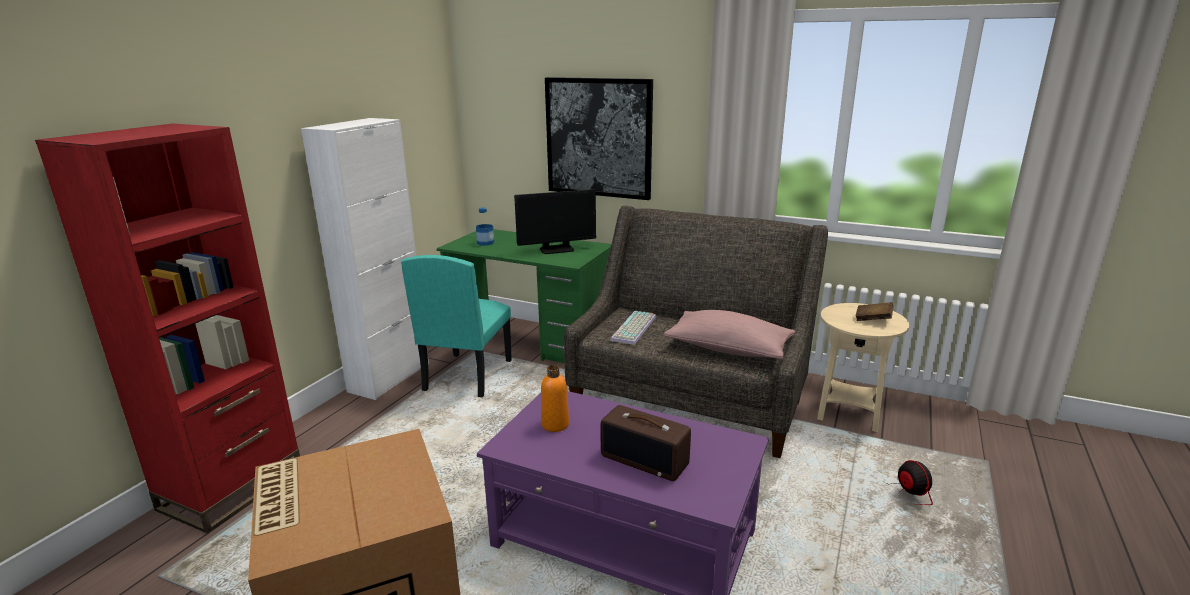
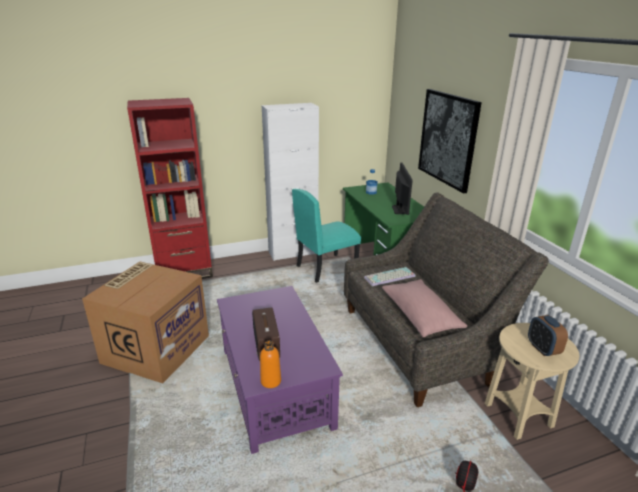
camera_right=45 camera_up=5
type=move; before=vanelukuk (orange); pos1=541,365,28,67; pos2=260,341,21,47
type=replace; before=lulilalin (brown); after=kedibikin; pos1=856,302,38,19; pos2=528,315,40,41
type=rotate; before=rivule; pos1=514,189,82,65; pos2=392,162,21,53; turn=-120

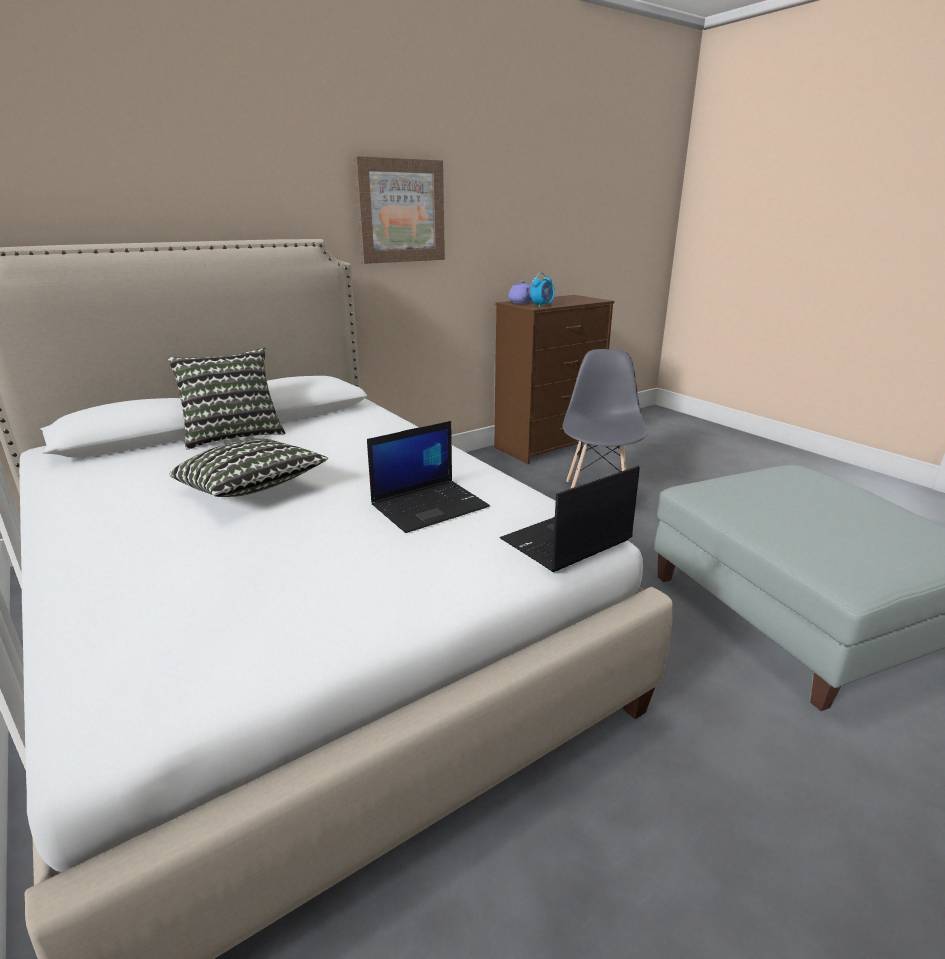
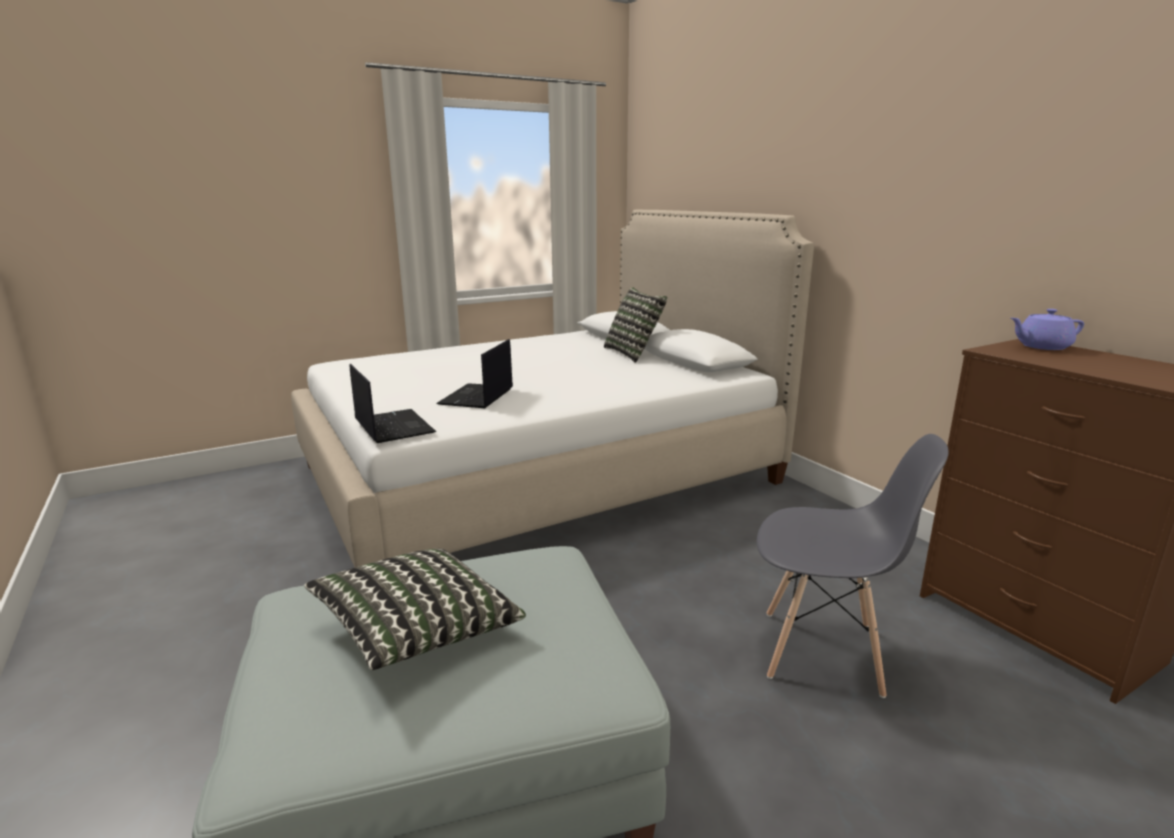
camera_right=95 camera_up=-5
type=delete; before=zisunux; pos1=354,156,91,108
type=delete; before=kedibikin; pos1=531,272,24,35
type=move; before=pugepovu; pos1=169,438,159,59; pos2=304,549,222,121
type=rotate; before=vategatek; pos1=367,421,123,112; pos2=436,339,77,69; turn=45

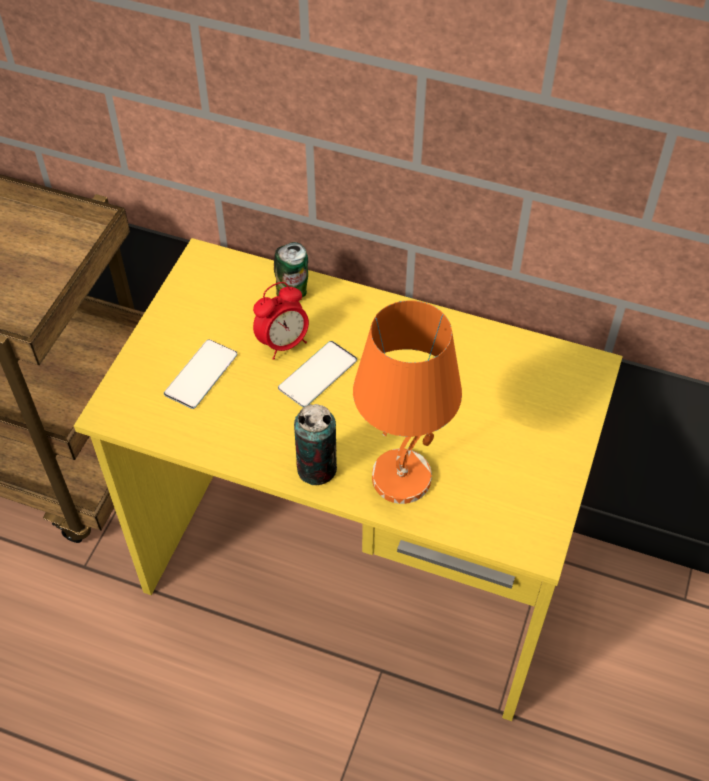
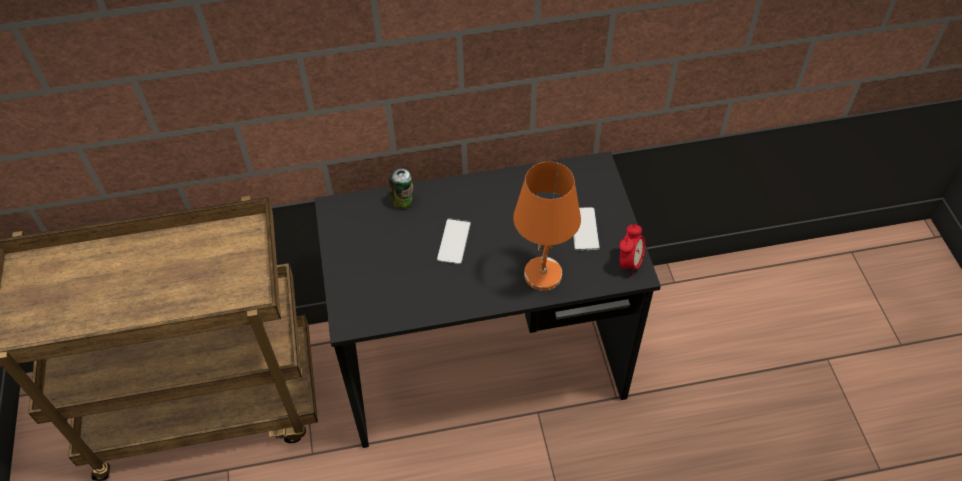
camera_right=-30 camera_up=0
type=delete; before=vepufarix; pos1=294,404,43,81
type=move; before=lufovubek; pos1=164,340,73,69; pos2=573,207,27,44
type=move; before=kedibikin; pos1=253,282,56,78; pos2=619,224,26,52
type=recolor; before=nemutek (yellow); after=nemutek (black); pos1=74,238,549,483; pos2=314,151,347,297

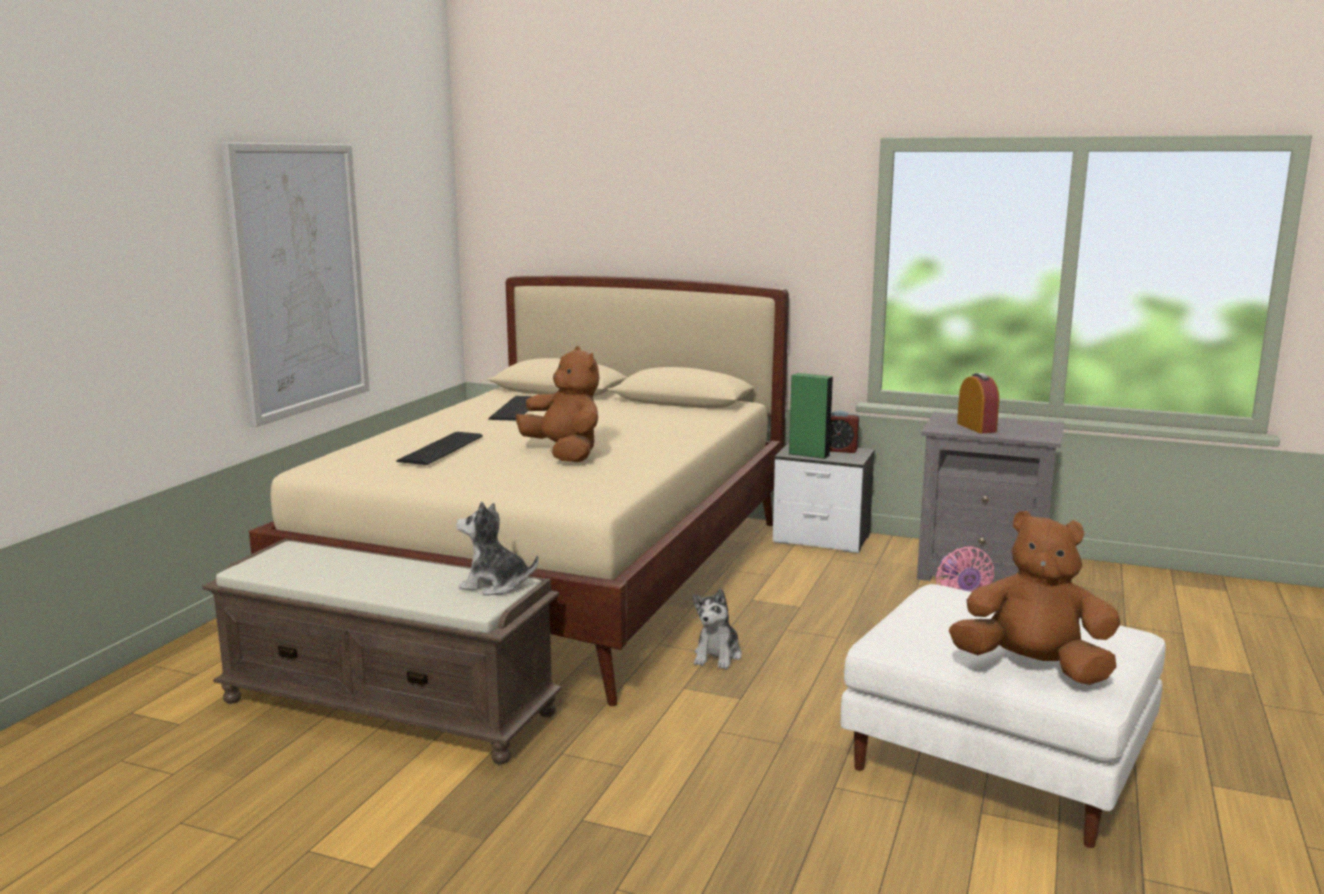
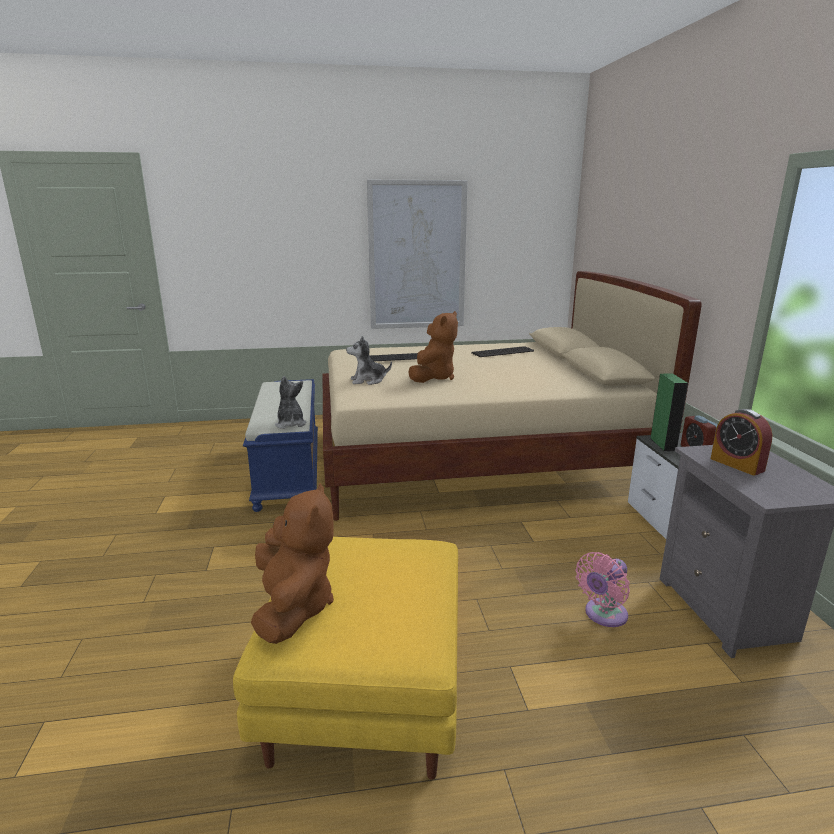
camera_right=60 camera_up=5
type=move; before=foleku; pos1=692,588,50,81; pos2=346,336,46,49
type=recolor; before=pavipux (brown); after=pavipux (blue); pos1=202,538,360,227; pos2=243,379,75,133
type=recolor; before=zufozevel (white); after=zufozevel (yellow); pos1=841,584,325,264; pos2=233,537,225,243
type=rotate; before=kedibikin; pos1=957,373,42,61; pos2=711,409,62,67; turn=105

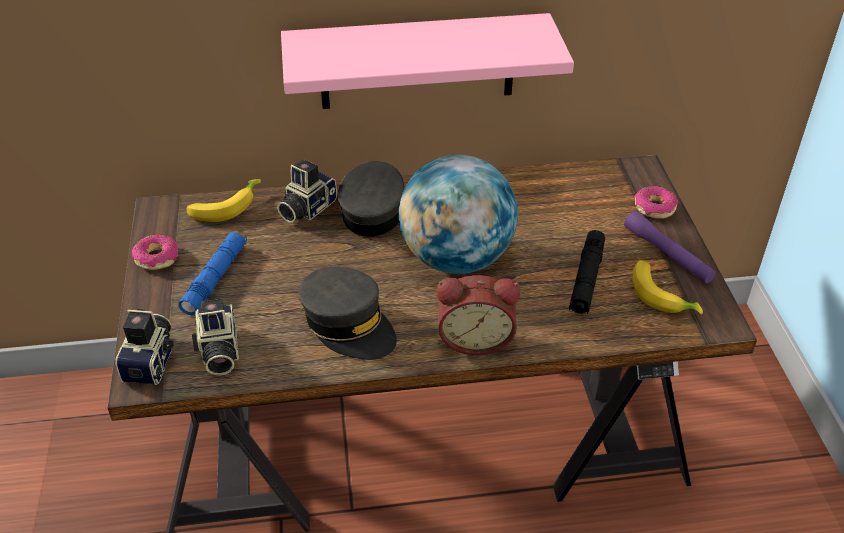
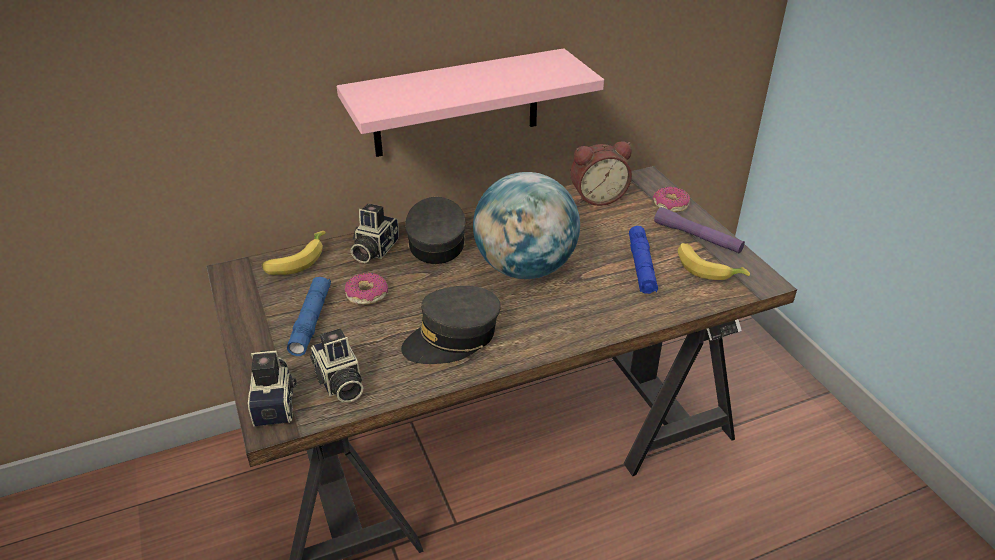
camera_right=-15 camera_up=-5
type=move; before=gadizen; pos1=132,234,46,36; pos2=345,273,43,32
type=move; before=kedibikin; pos1=437,275,83,80; pos2=570,141,62,65
type=recolor; before=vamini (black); after=vamini (blue); pos1=569,230,36,84; pos2=629,226,29,68
type=rotate; before=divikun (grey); pos1=299,267,98,93; pos2=401,286,100,78; turn=120

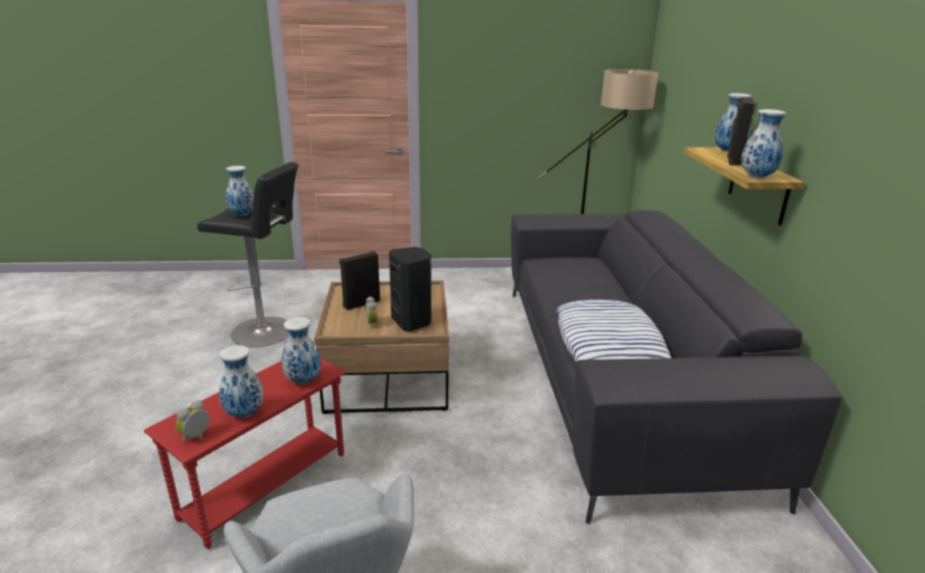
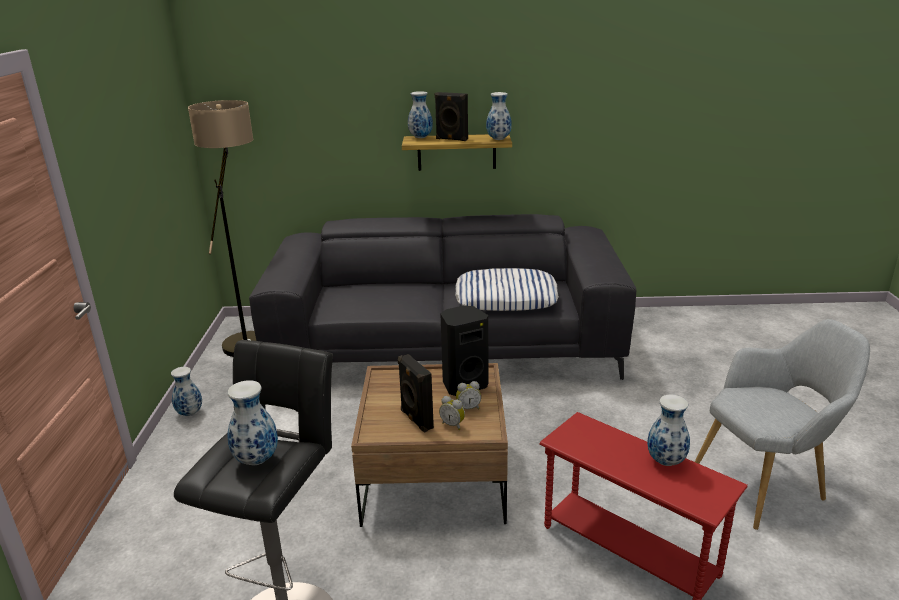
camera_right=-85 camera_up=0
type=move; before=kedibikin; pos1=176,400,33,43; pos2=439,396,26,34
type=move; before=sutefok; pos1=282,317,39,67; pos2=171,367,31,49

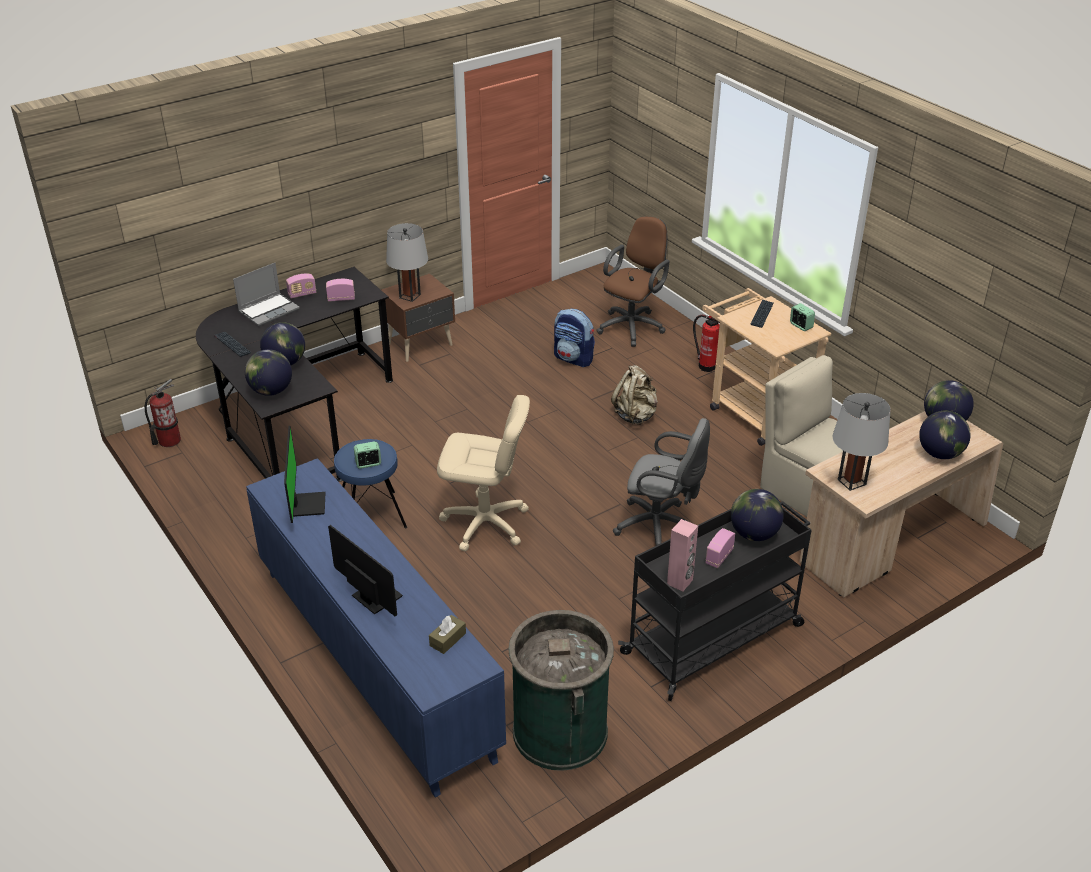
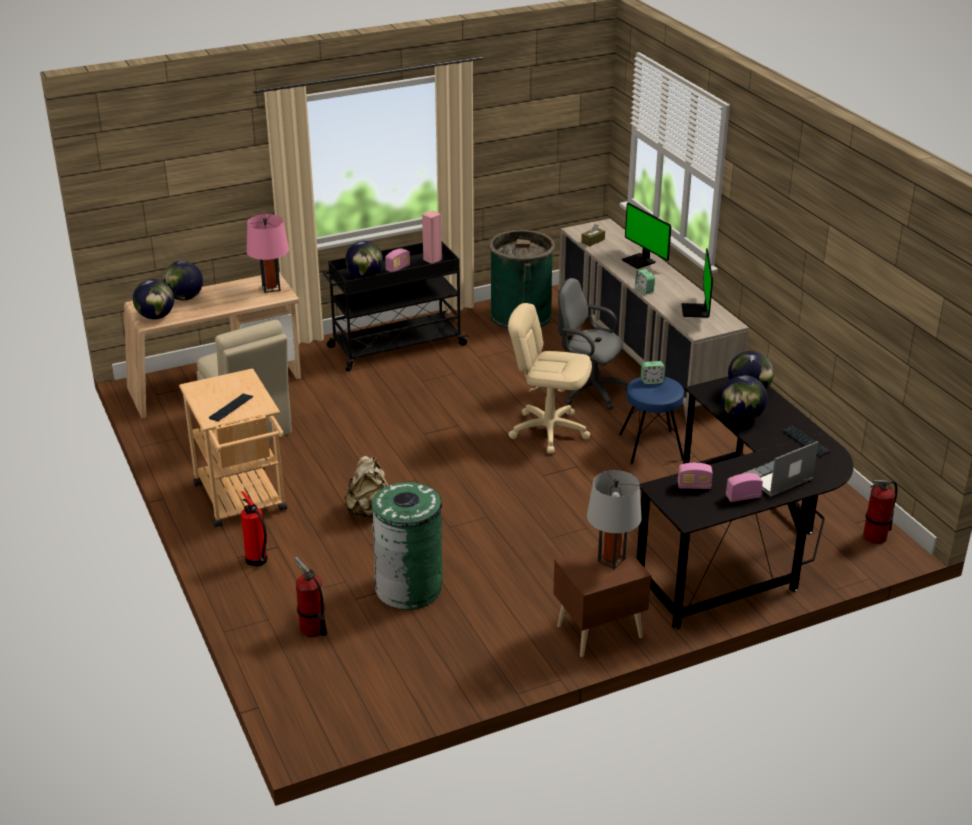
camera_right=-170 camera_up=-5
type=move; before=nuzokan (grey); pos1=613,418,97,128; pos2=558,278,71,132
type=move; before=kedibikin; pos1=790,303,25,28; pos2=635,269,20,25
type=replace; before=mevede; after=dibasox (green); pos1=554,309,41,58; pos2=372,482,71,128
type=replace; before=nuzokan (brown); after=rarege; pos1=596,216,74,131; pos2=295,557,32,80
type=recolor; before=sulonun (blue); after=sulonun (beige); pos1=246,458,260,340; pos2=559,219,190,204
type=recolor; before=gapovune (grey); after=gapovune (pink); pos1=832,393,59,98; pos2=247,214,42,79

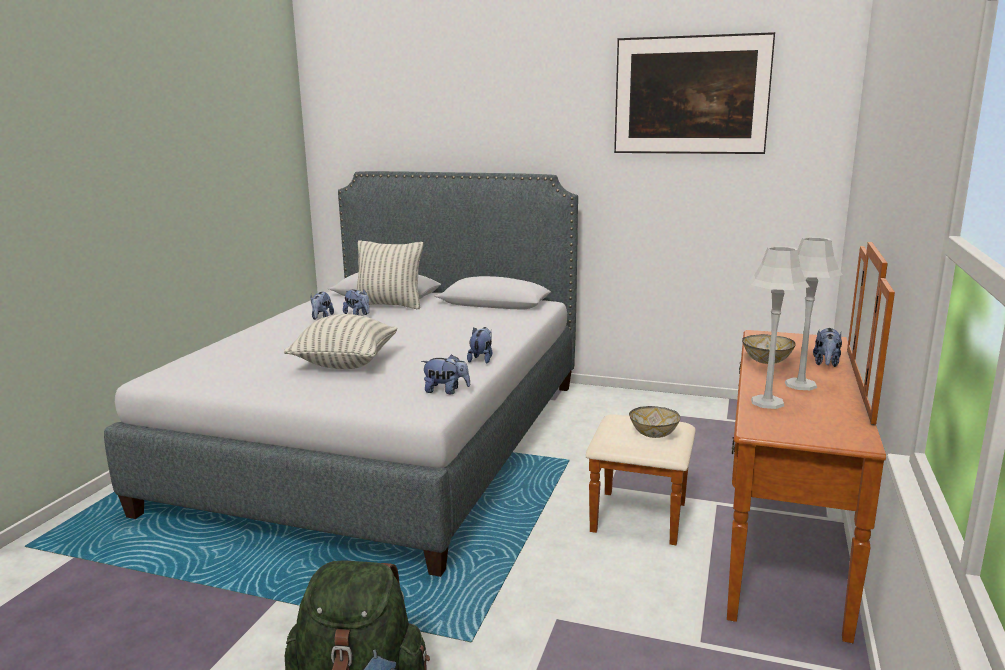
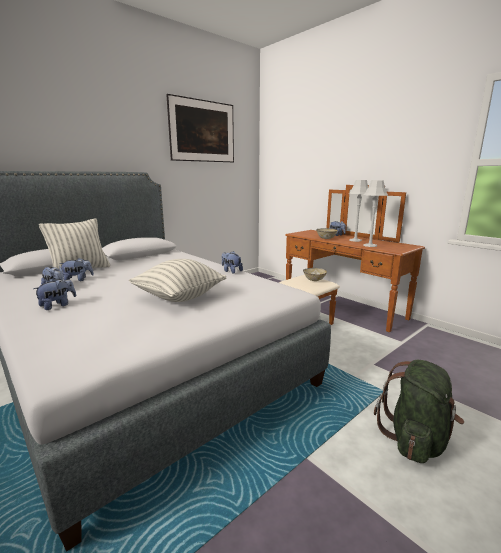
camera_right=-60 camera_up=0
type=move; before=foleku; pos1=421,354,49,40; pos2=33,278,43,32

